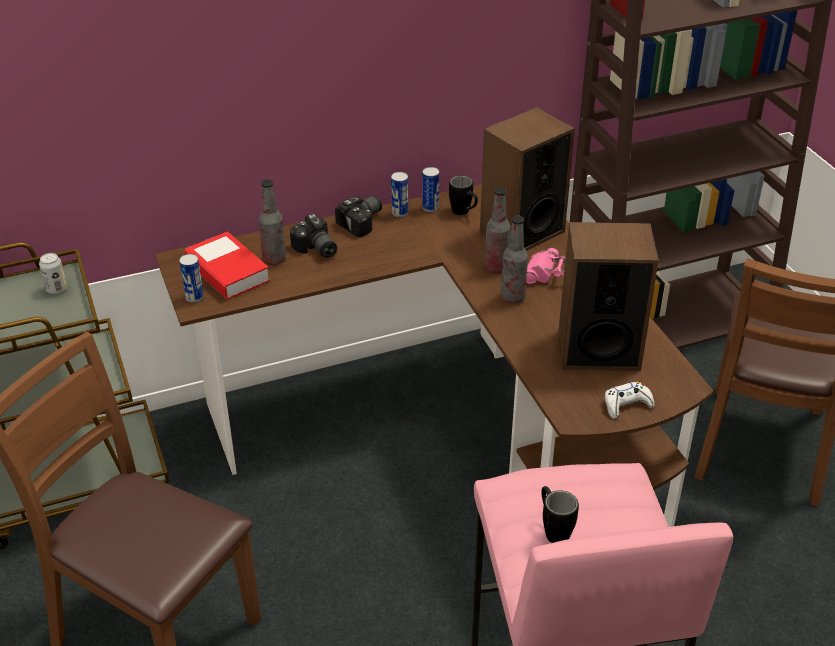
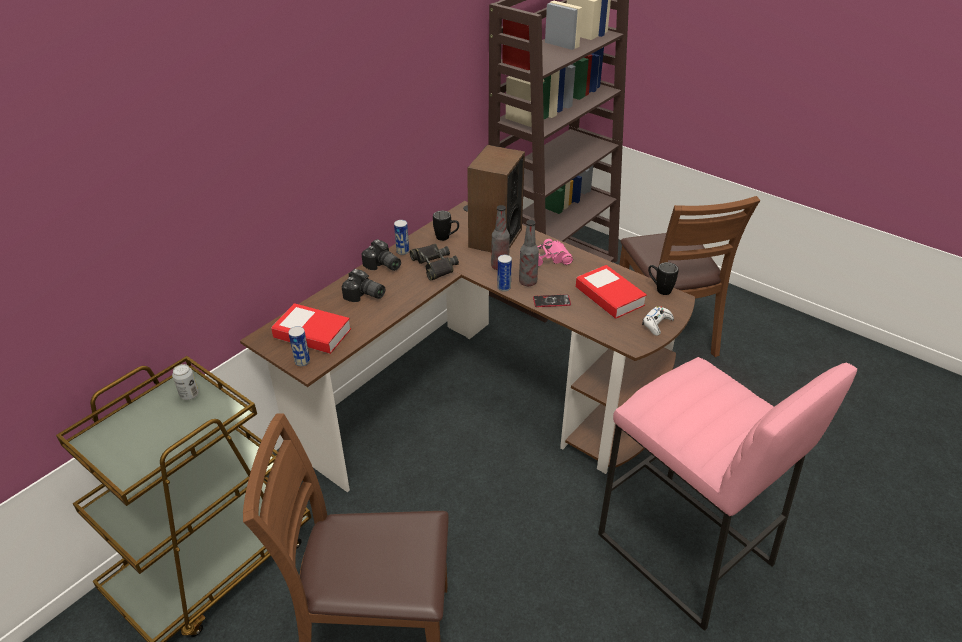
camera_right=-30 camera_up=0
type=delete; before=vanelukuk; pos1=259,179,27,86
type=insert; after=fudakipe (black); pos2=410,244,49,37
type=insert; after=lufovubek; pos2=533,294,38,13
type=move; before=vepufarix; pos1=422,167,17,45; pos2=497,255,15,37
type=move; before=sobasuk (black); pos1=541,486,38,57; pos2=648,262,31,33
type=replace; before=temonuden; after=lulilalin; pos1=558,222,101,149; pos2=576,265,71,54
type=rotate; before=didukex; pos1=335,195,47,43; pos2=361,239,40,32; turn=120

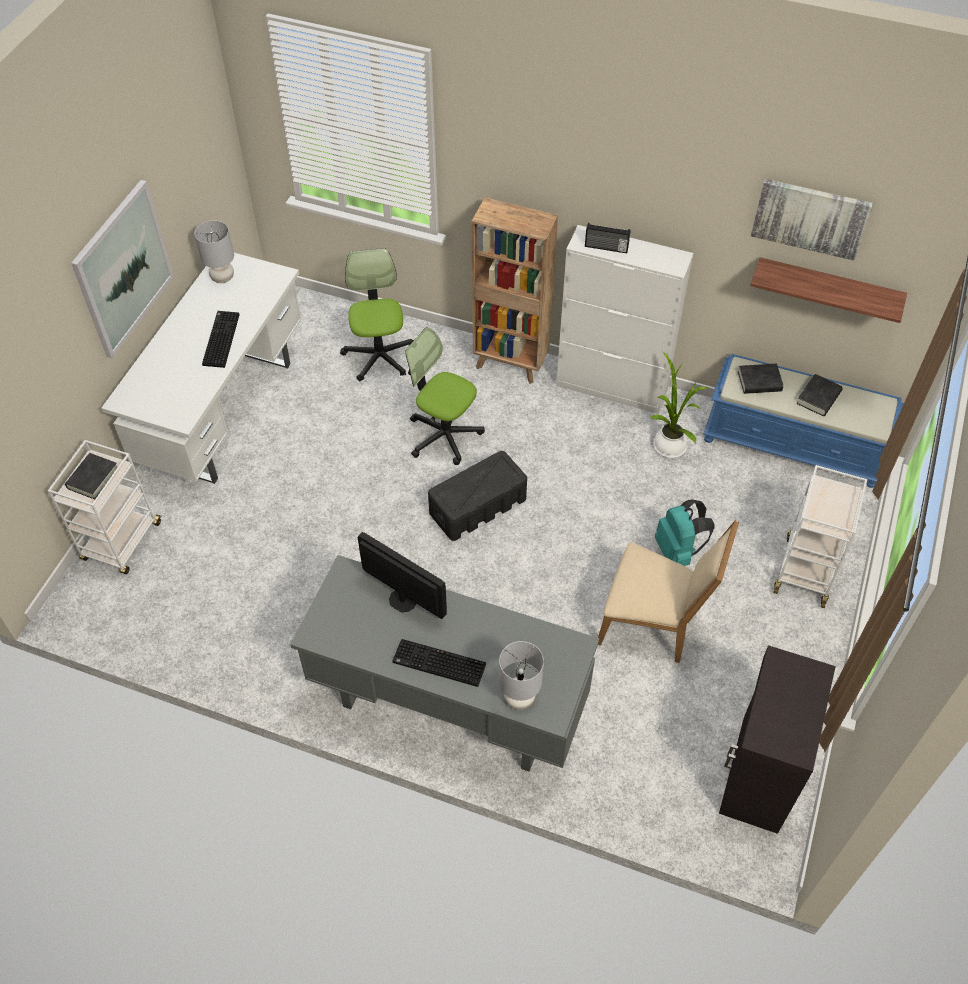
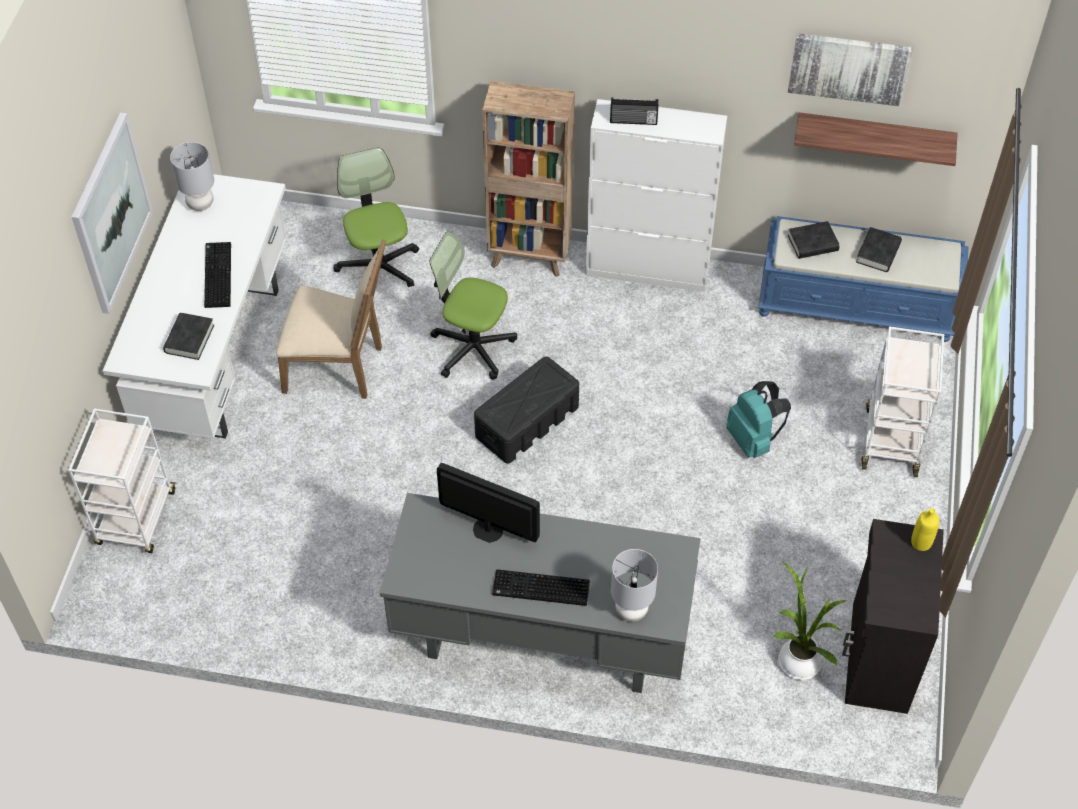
camera_right=-10 camera_up=0
type=insert; after=vanelukuk (yellow); pos2=911,508,28,43
type=move; before=lulilalin (black); pos1=65,453,52,47; pos2=163,313,51,47
type=move; before=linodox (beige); pos1=598,520,141,143; pos2=276,239,110,160
type=move; before=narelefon; pos1=650,352,58,106; pos2=773,562,74,118

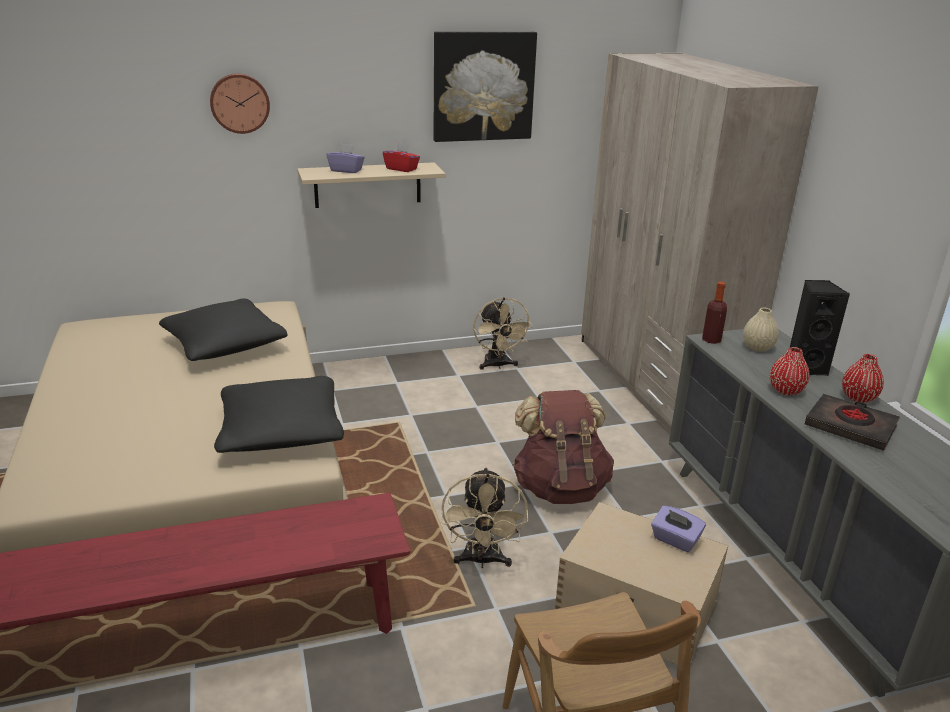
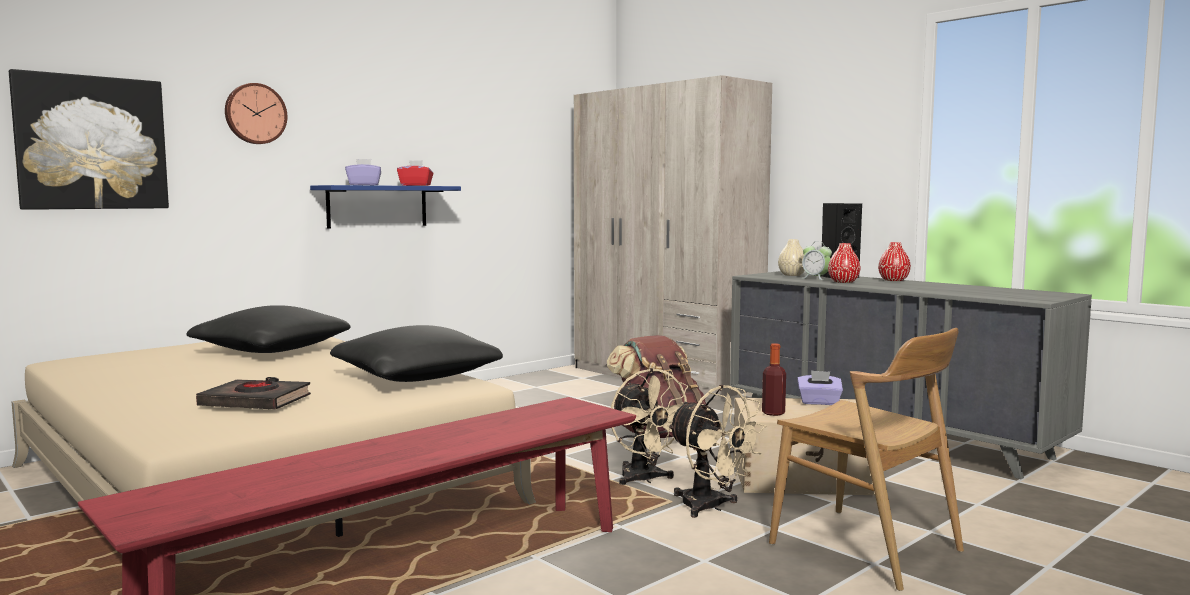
camera_right=-25 camera_up=-20
type=insert; after=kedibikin; pos2=802,241,30,39
type=move; before=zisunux; pos1=433,31,104,111; pos2=9,69,160,141
type=move; before=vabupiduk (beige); pos1=473,297,60,73; pos2=668,385,98,133
type=move; before=vanelukuk; pos1=702,281,25,63; pos2=762,343,24,73
type=move; before=lulilalin (black); pos1=805,394,95,57; pos2=196,377,115,33
type=recolor; before=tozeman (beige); after=tozeman (blue); pos1=297,162,149,46; pos2=310,185,151,43

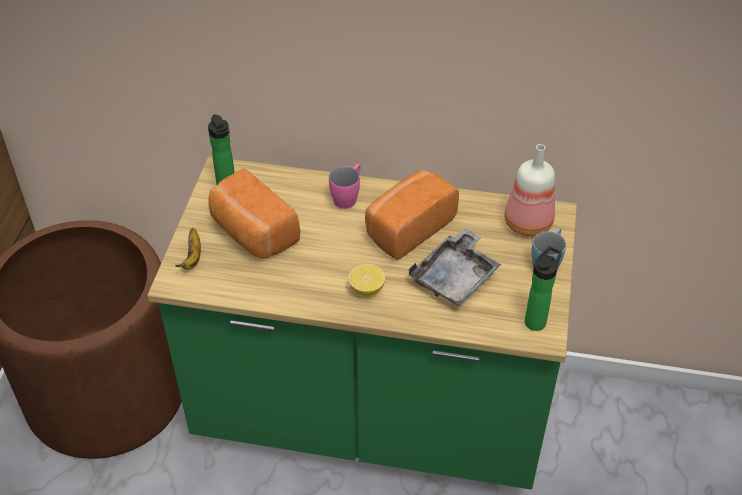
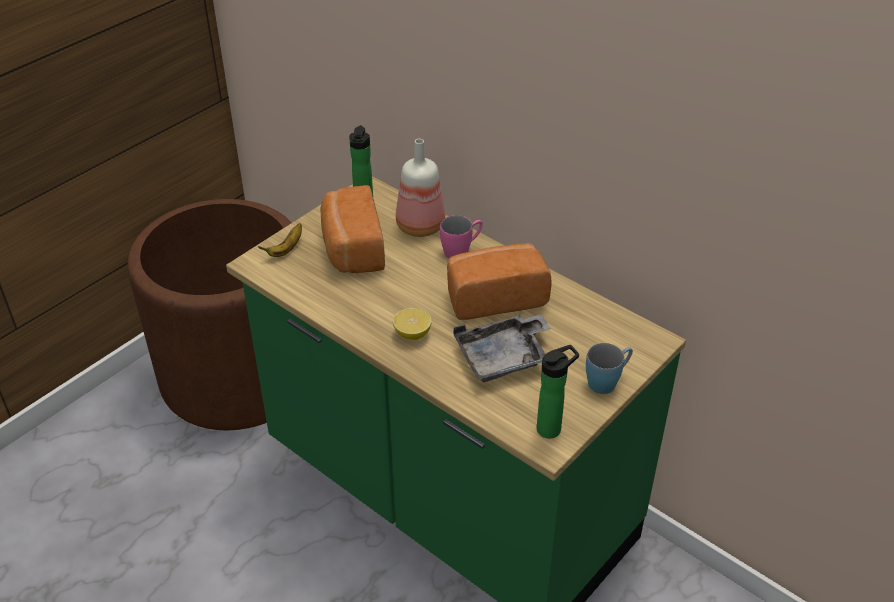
camera_right=30 camera_up=-5
type=move; before=vanelukuk; pos1=504,144,51,93; pos2=396,139,49,98

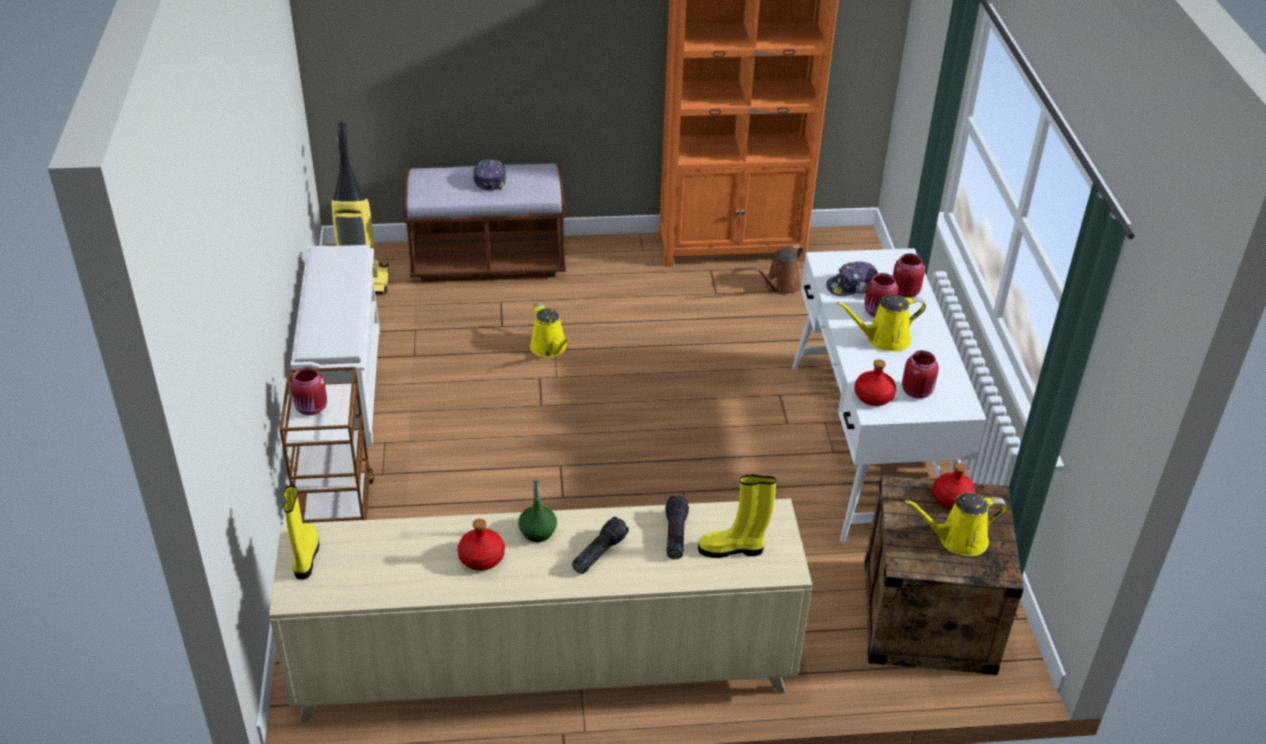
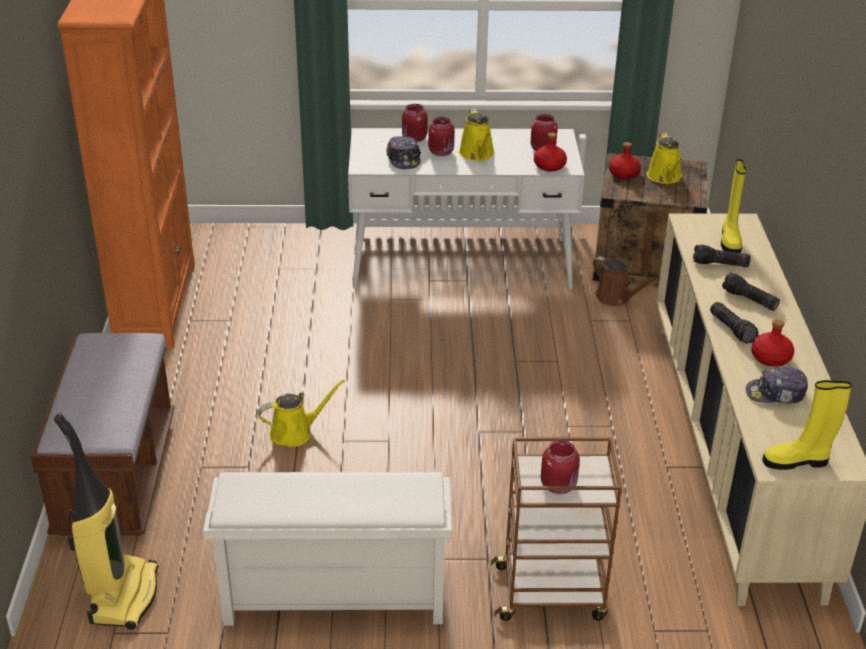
camera_right=-85 camera_up=-5
type=move; before=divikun; pos1=473,159,33,31; pos2=746,366,62,38
type=move; before=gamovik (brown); pos1=755,245,48,50; pos2=593,256,65,50
type=replace; before=vanelukuk (green); after=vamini; pos1=518,478,39,64; pos2=710,302,49,42

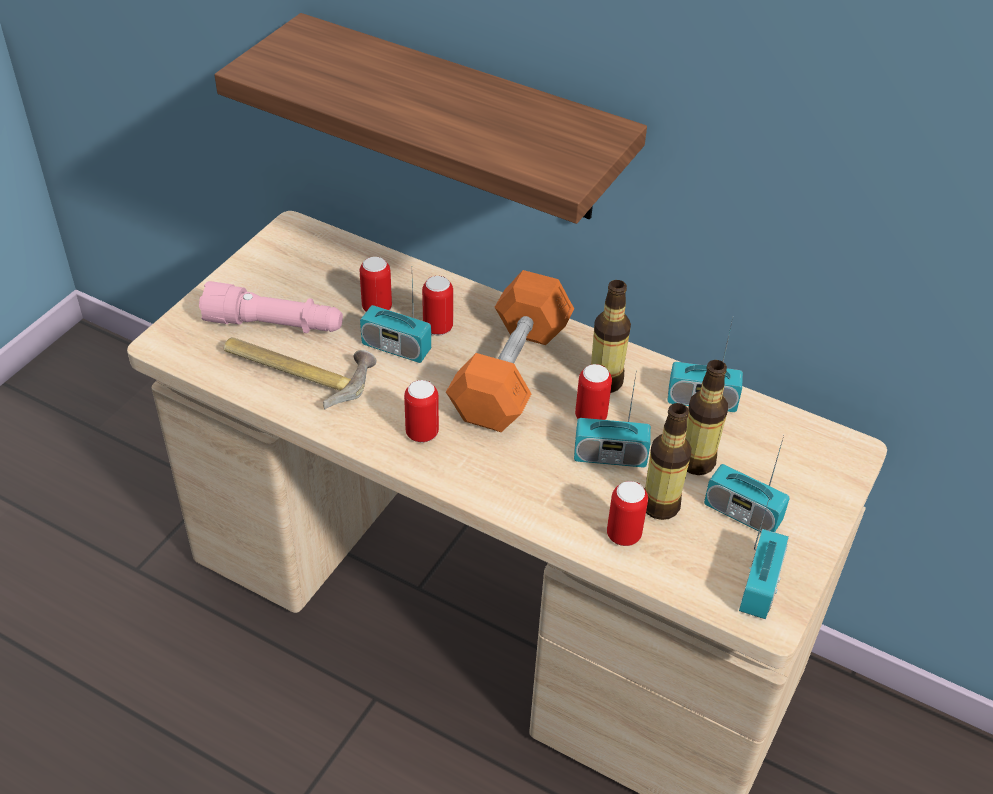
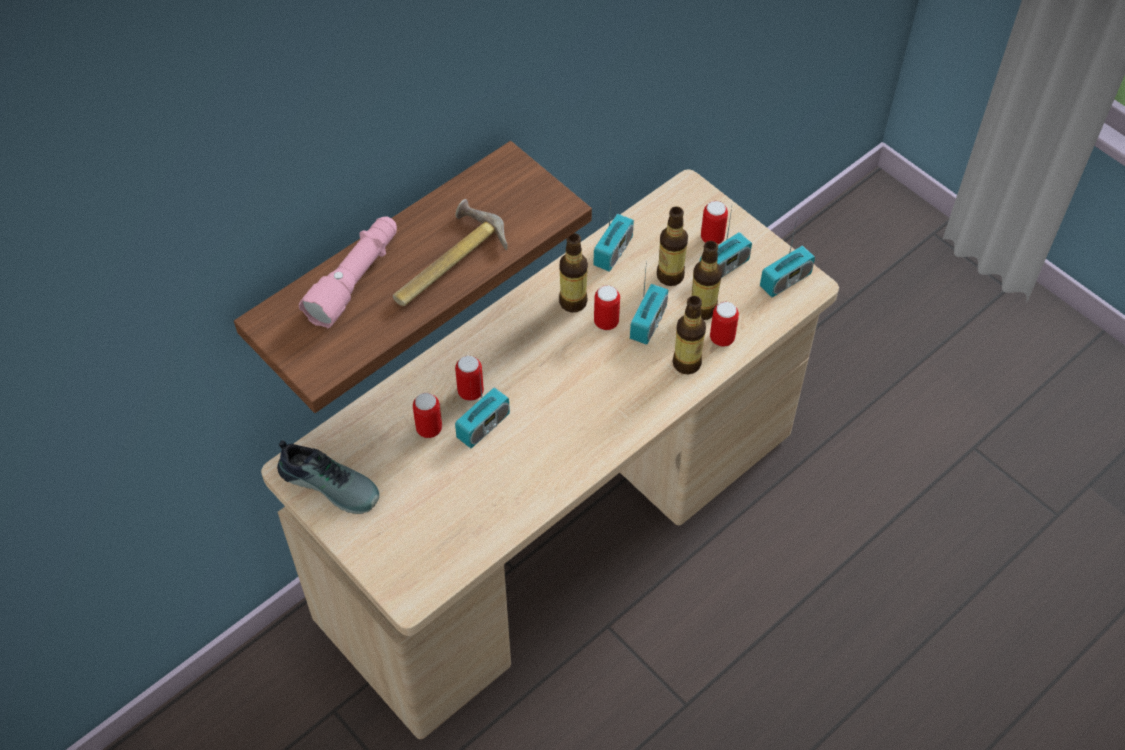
camera_right=-70 camera_up=10
type=delete; before=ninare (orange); pos1=446,270,128,162
type=insert; after=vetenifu; pos2=277,440,103,74
type=insert; after=vanelukuk; pos2=672,296,34,79
type=move; before=vamini (pink); pos1=199,281,144,52; pos2=299,216,98,113
type=move; before=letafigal; pos1=224,337,152,72; pos2=392,199,115,107
type=move; before=vepufarix; pos1=404,380,35,62; pos2=701,201,27,43
type=rotate; before=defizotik; pos1=739,495,50,124; pos2=760,219,55,78; turn=105

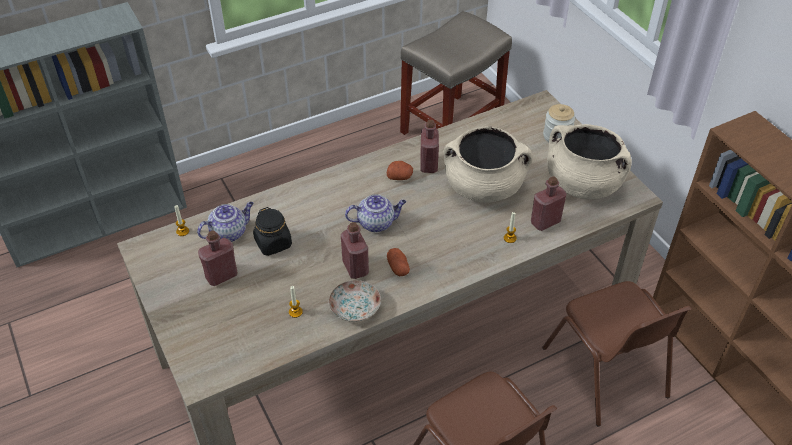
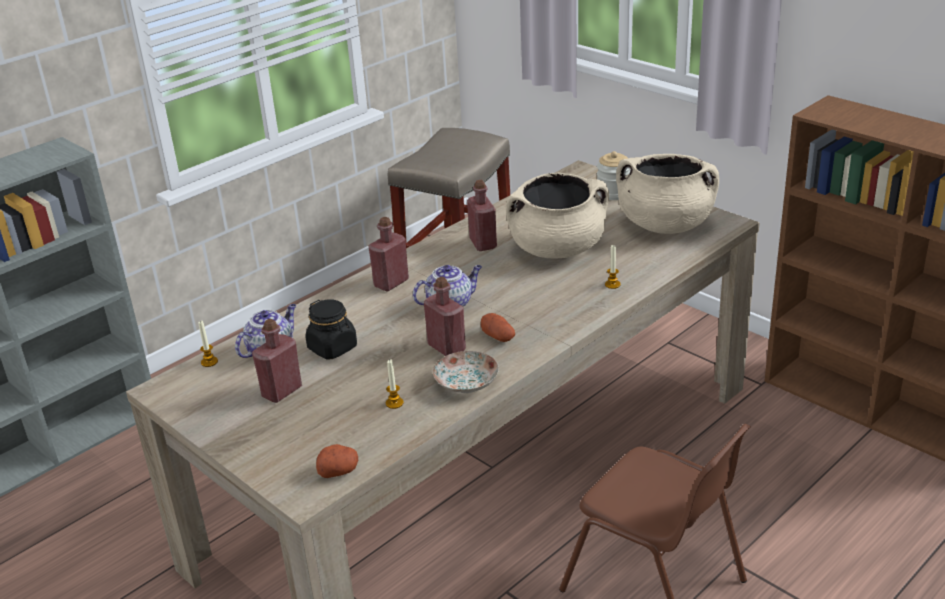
camera_right=-15 camera_up=-15
type=delete; before=linodox (brown); pos1=543,281,148,146
type=move; before=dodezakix; pos1=387,161,26,19; pos2=316,444,42,34
type=move; before=vanelukuk (red); pos1=531,176,35,55; pos2=369,217,40,75

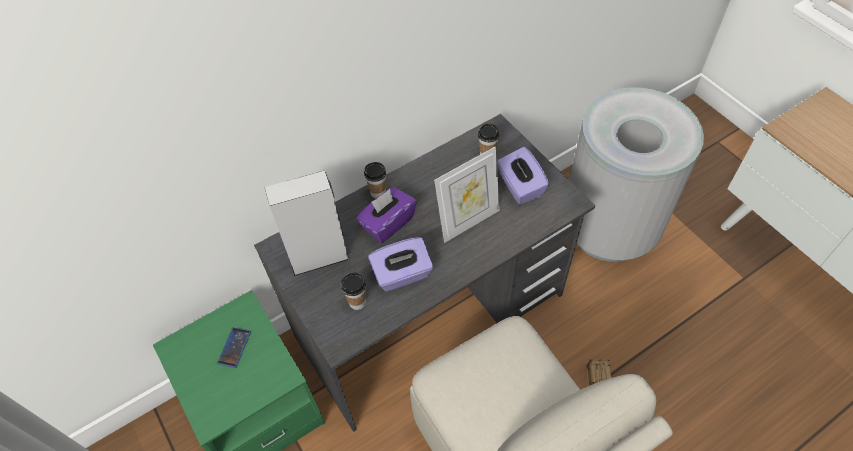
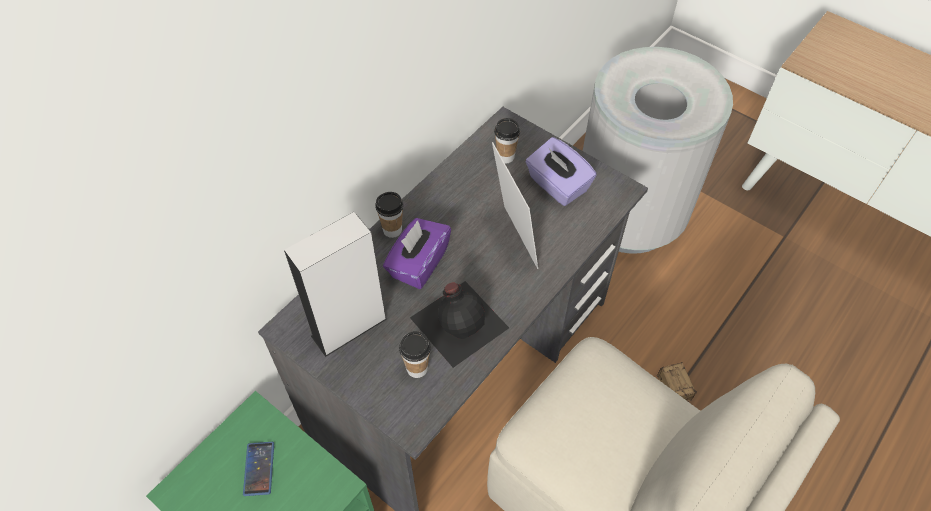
camera_right=-20 camera_up=0
type=replace; before=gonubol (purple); after=vanelukuk (black); pos1=368,237,65,54; pos2=410,281,99,87
type=rotate; before=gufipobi; pos1=434,147,66,96; pos2=492,142,46,127; turn=-60

